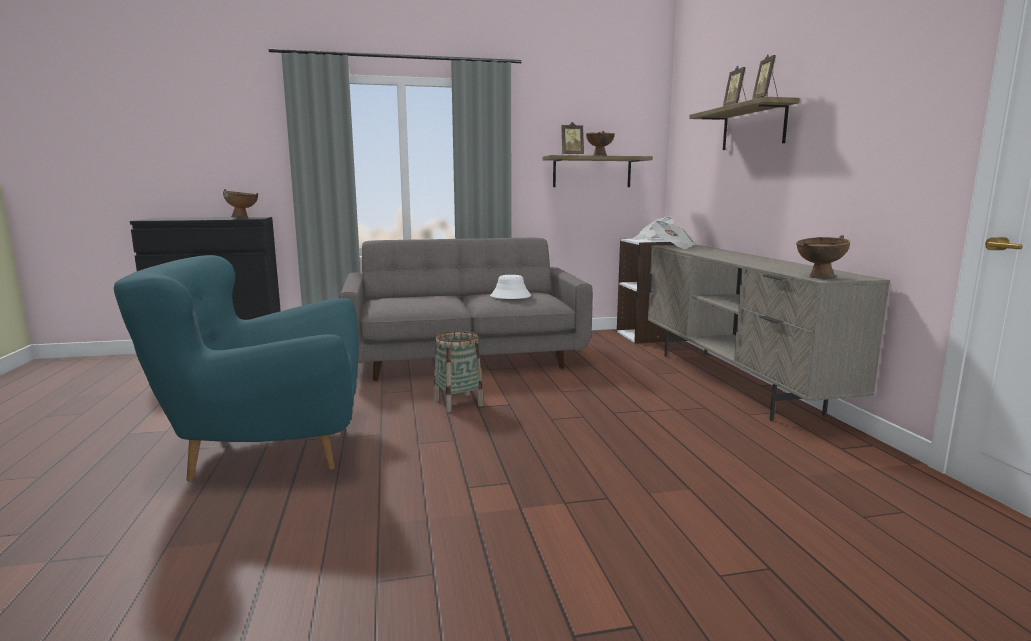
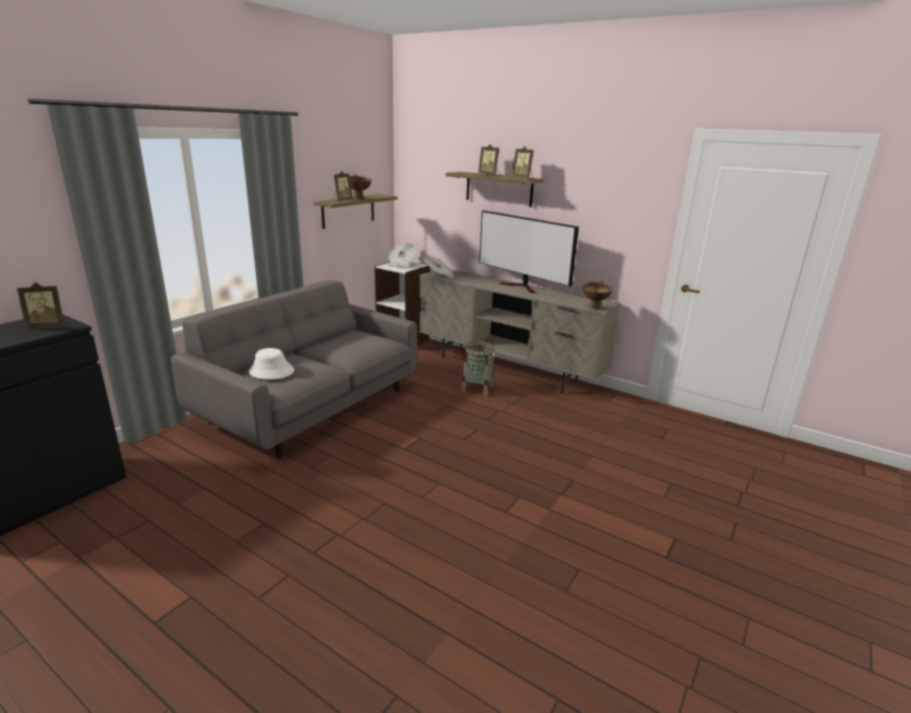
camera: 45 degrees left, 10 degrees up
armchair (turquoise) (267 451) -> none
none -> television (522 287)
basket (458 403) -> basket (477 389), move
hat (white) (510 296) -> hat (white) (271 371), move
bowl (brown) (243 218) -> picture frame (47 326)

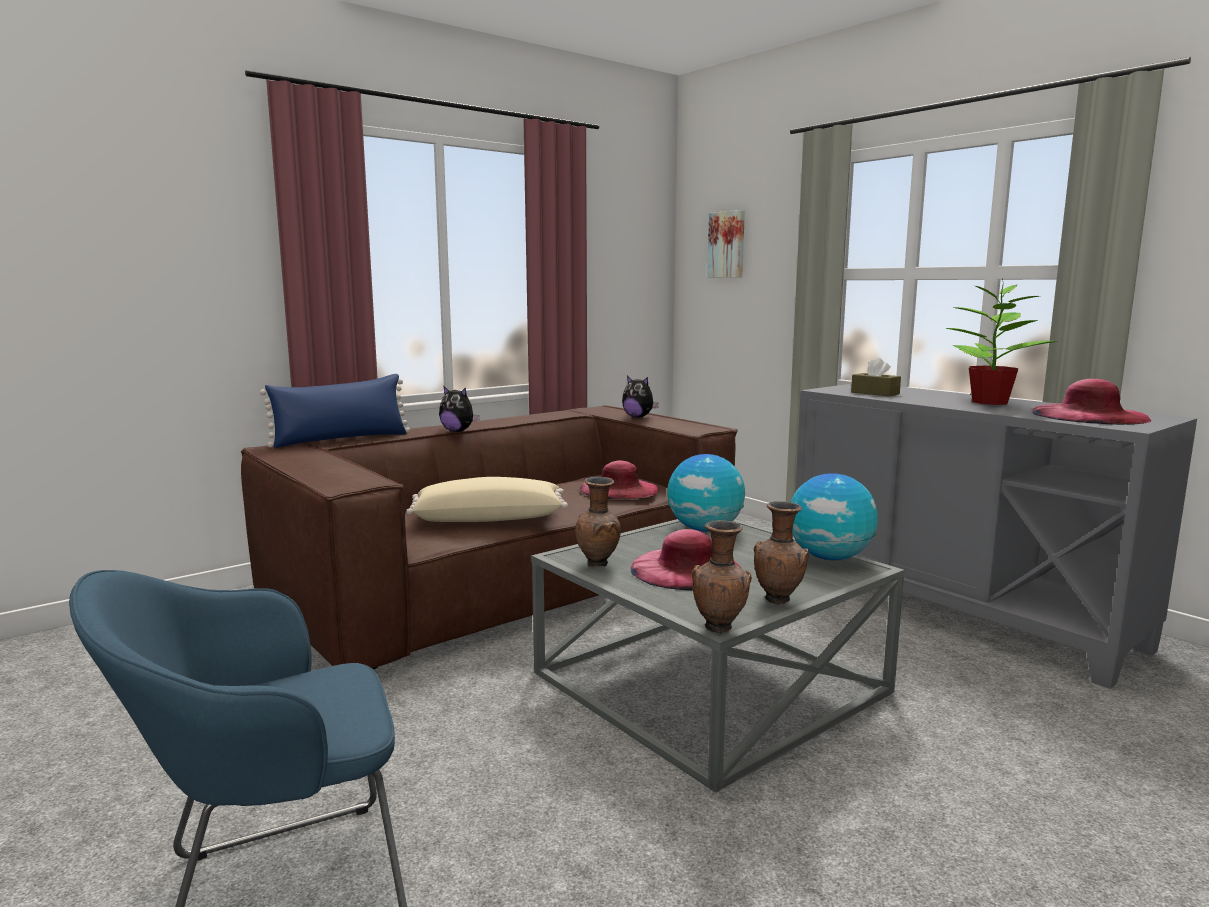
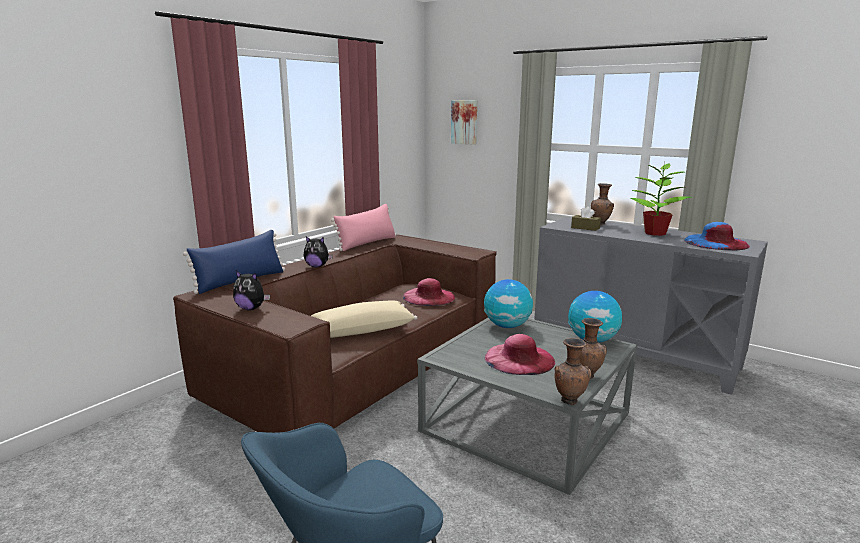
camera: 15 degrees left, 5 degrees up
none -> pillow (pink) (367 243)
vase (brown) (599 564) -> vase (brown) (600 224), move
plush toy (638 417) -> plush toy (251 308), move
hat (pink) (1089 415) -> hat (blue) (716 243)

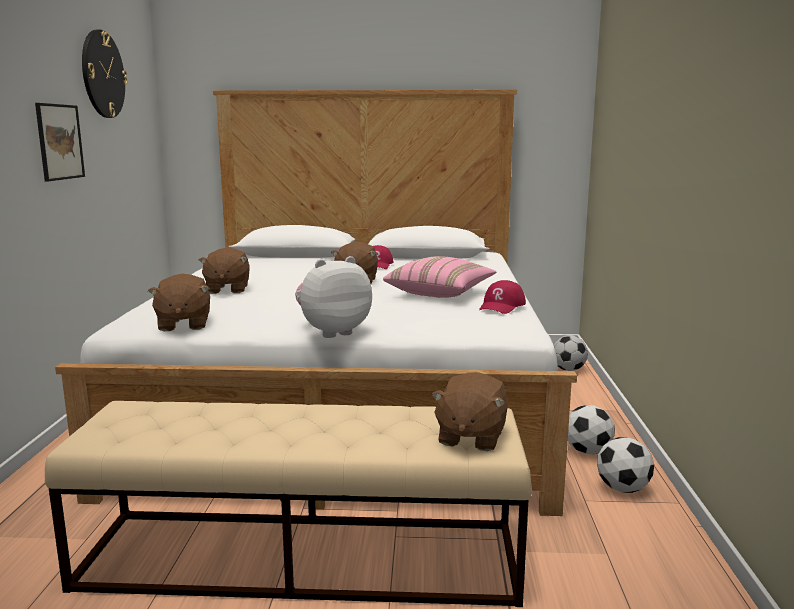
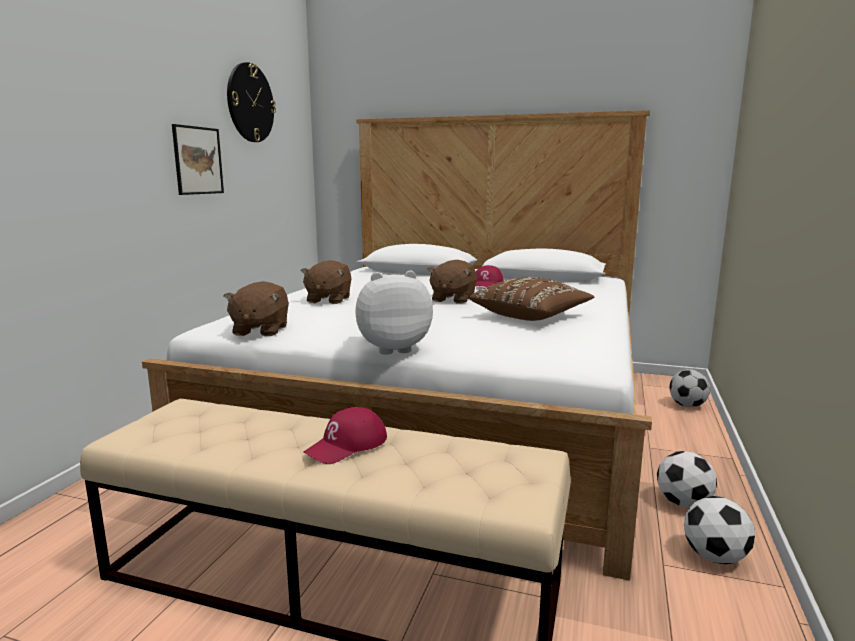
camera: 15 degrees right, 0 degrees up
plush toy (brown) (470 437) -> none
cap (red) (502 306) -> cap (red) (347 445), move
pillow (pink) (440 293) -> pillow (brown) (531 315)

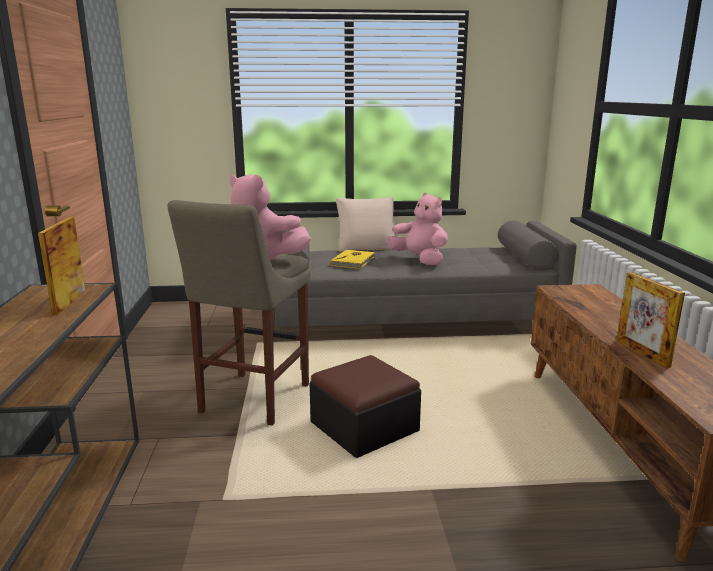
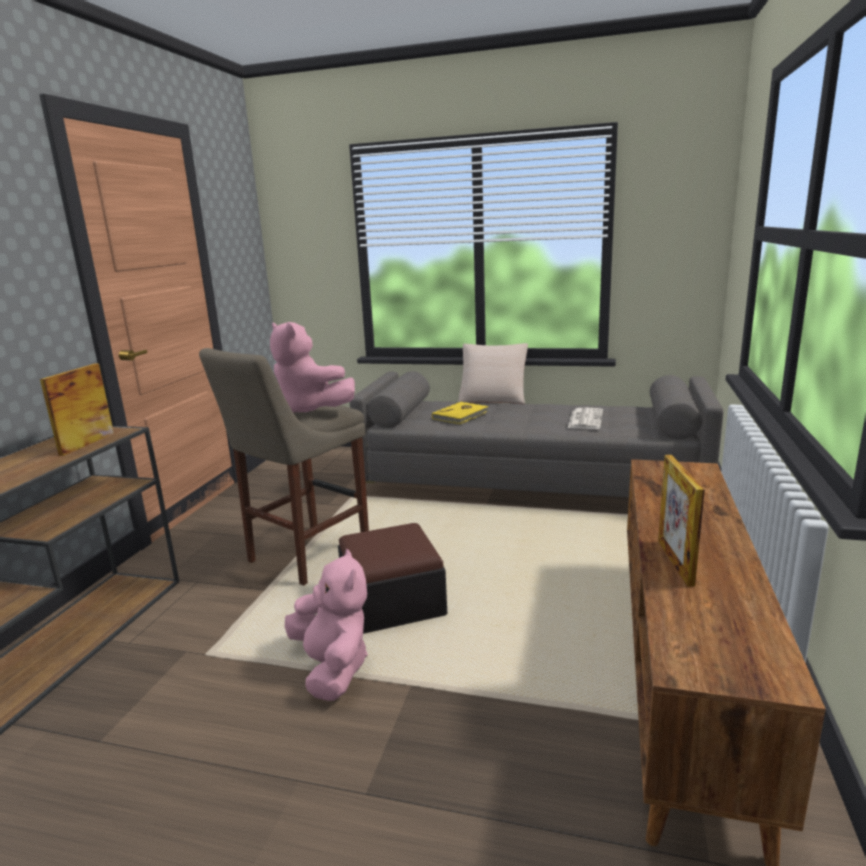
camera: 20 degrees right, 0 degrees up
none -> newspaper (585 419)
plush toy (pink) (419 260) -> plush toy (pink) (332 668), move

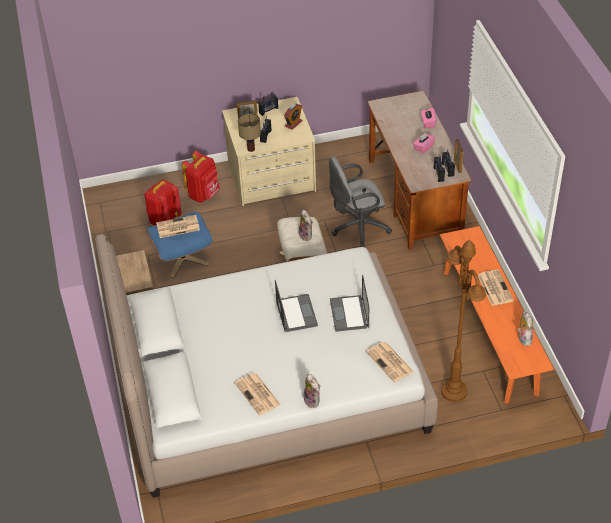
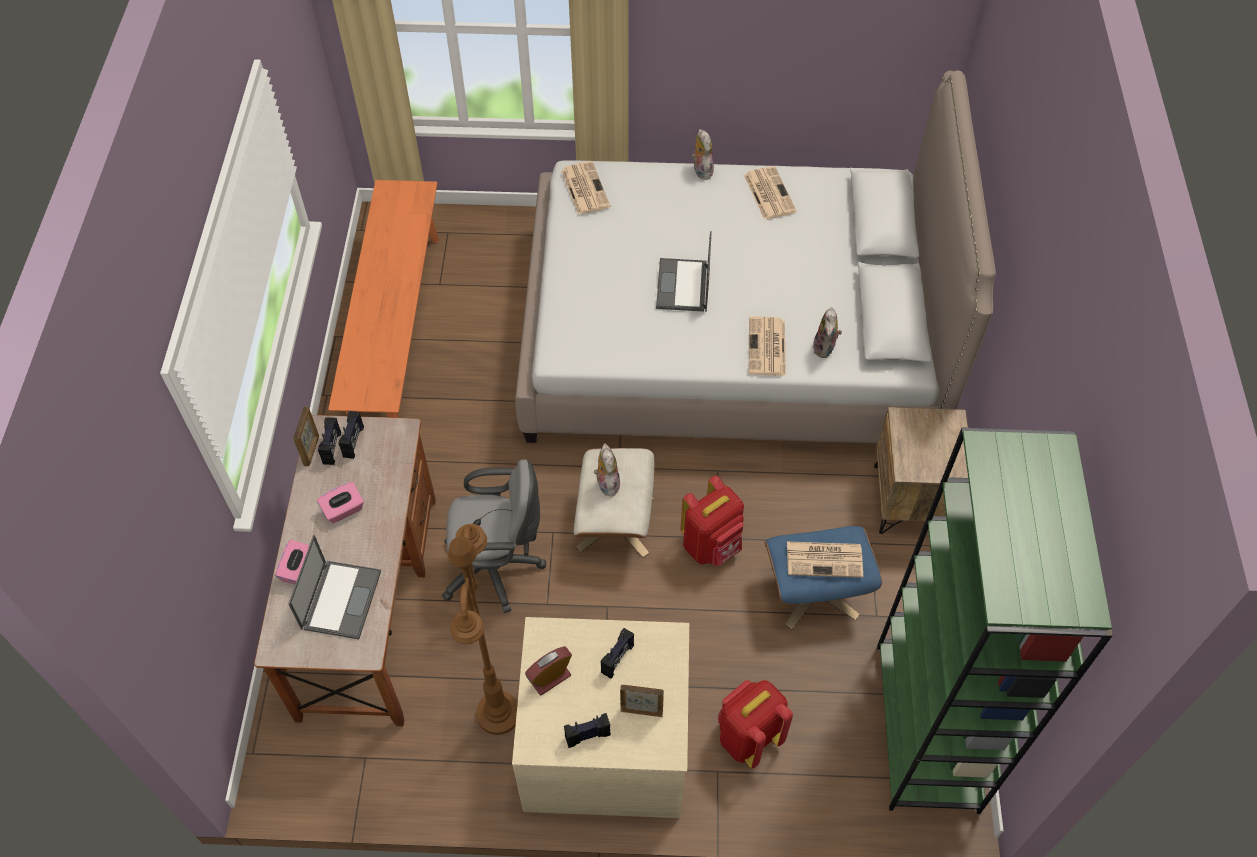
camera: 165 degrees left, 10 degrees up
table lamp (251 149) -> none
none -> bookcase (green) (927 727)
backpack (red) (164 219) -> backpack (red) (712 545), move
laptop (349 314) -> laptop (341 598), move
floor lamp (brown) (454 391) -> floor lamp (brown) (498 713), move
newspaper (494 287) -> newspaper (767 348), move
plush toy (523 338) -> plush toy (825 348), move

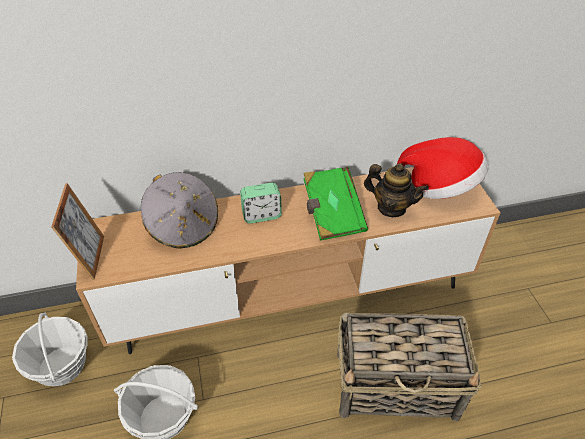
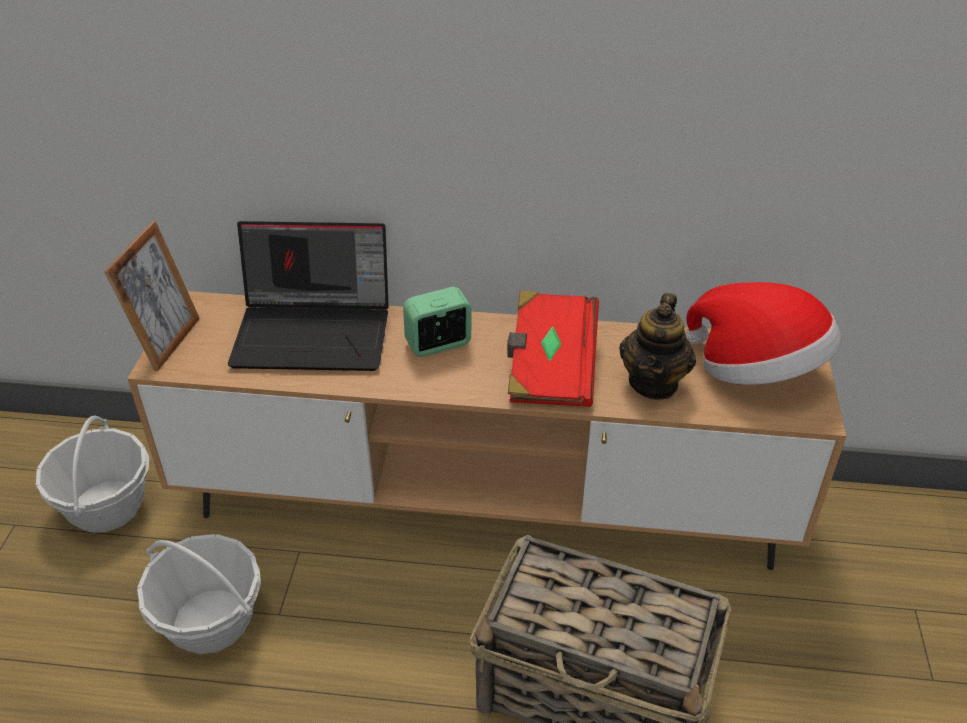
camera: 20 degrees right, 5 degrees down
hat (grey) (183 226) -> laptop (315 332)
book (green) (332 214) -> book (red) (550 368)
alarm clock (261 215) -> alarm clock (438 344), 150 degrees clockwise
teapot (391 208) -> teapot (654 382), 60 degrees clockwise

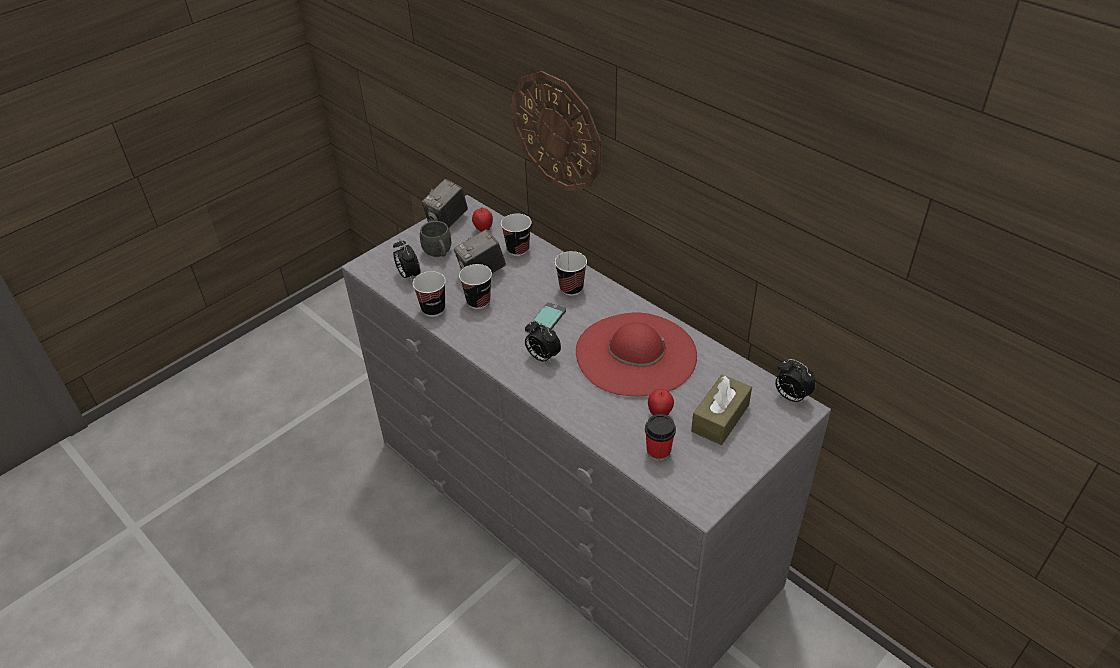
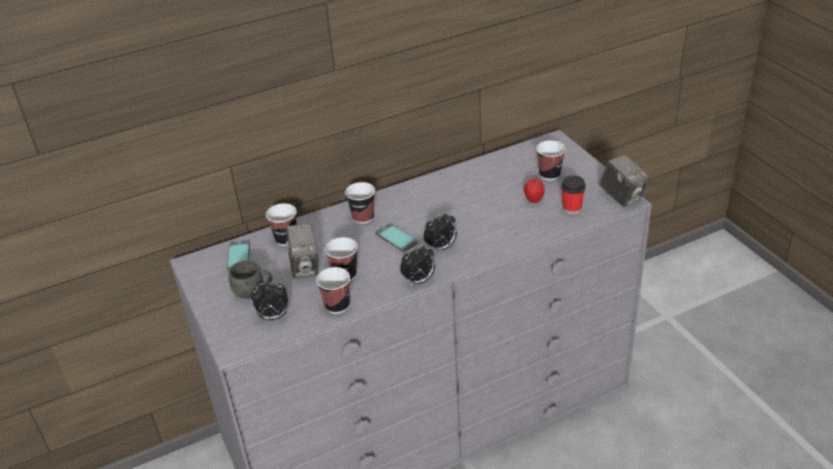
camera: 70 degrees left, 5 degrees down
wall clock (557 132) -> none
hat (red) (636 354) -> none
photo camera (447 221) -> photo camera (622 197), move
alarm clock (791 397) -> alarm clock (419 281), move
apple (483 229) -> phone (238 256)
tissue box (brown) (720 418) -> cup (549 174)

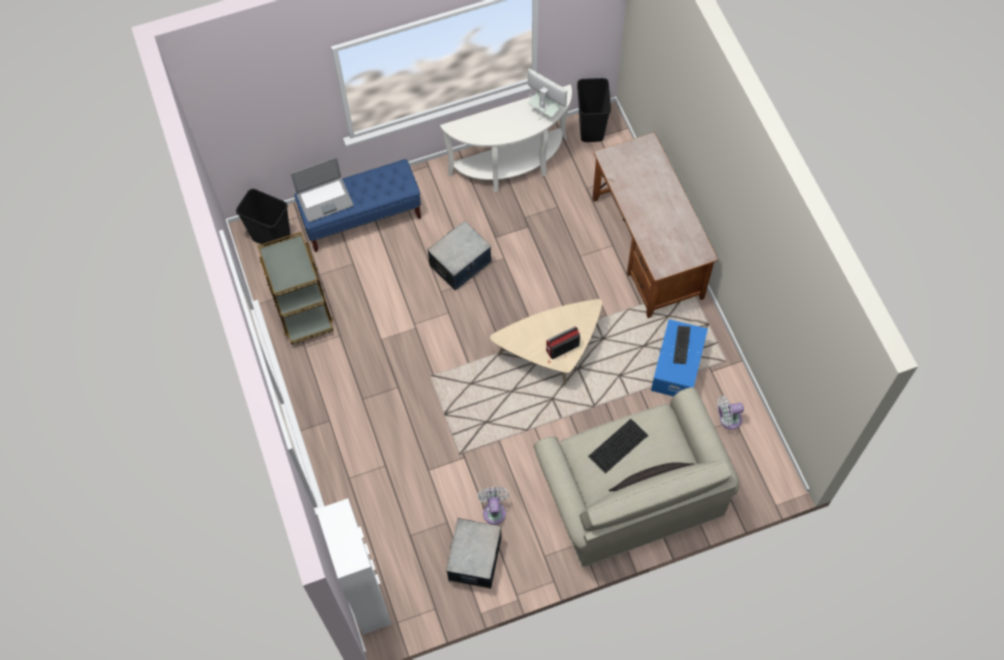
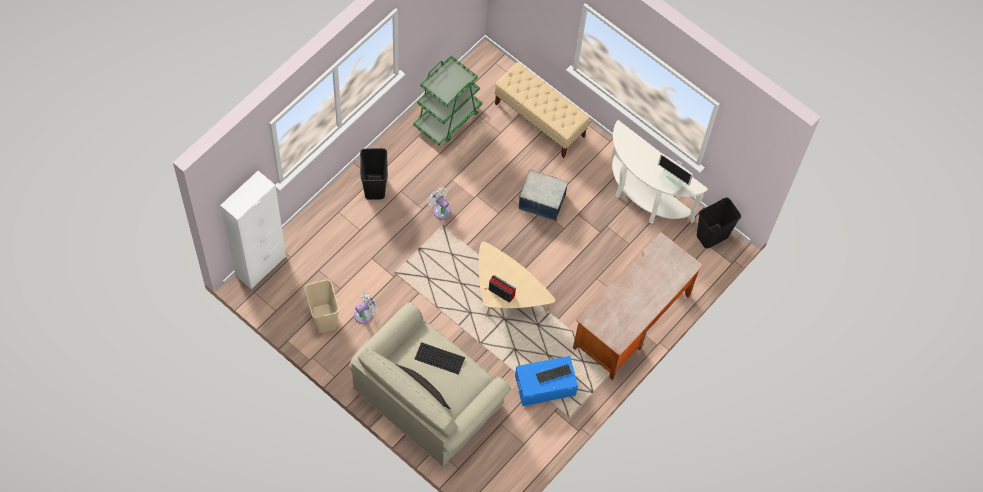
camera: 55 degrees right, 0 degrees up
laptop (324 199) -> none
trash can (black) (271 238) -> trash can (black) (374 187), move
fan (white) (728 419) -> fan (white) (440 210), move
storage box (474 559) -> trash can (beige) (323 318)
cart (brown) (302 307) -> cart (green) (447 118)
bench (blue) (362 218) -> bench (beige) (540 120)
monitor (544 112) -> monitor (672 182), 120 degrees clockwise

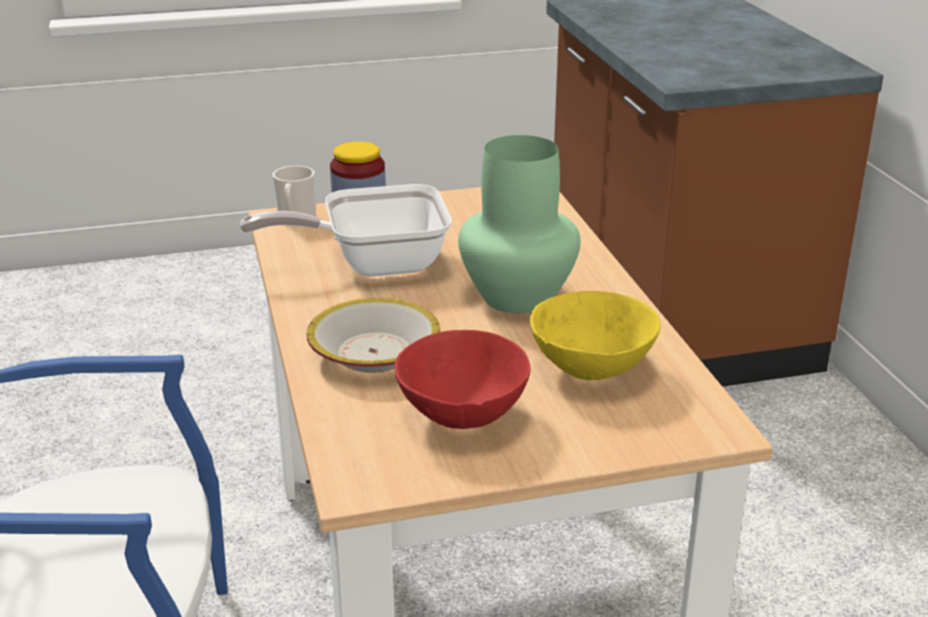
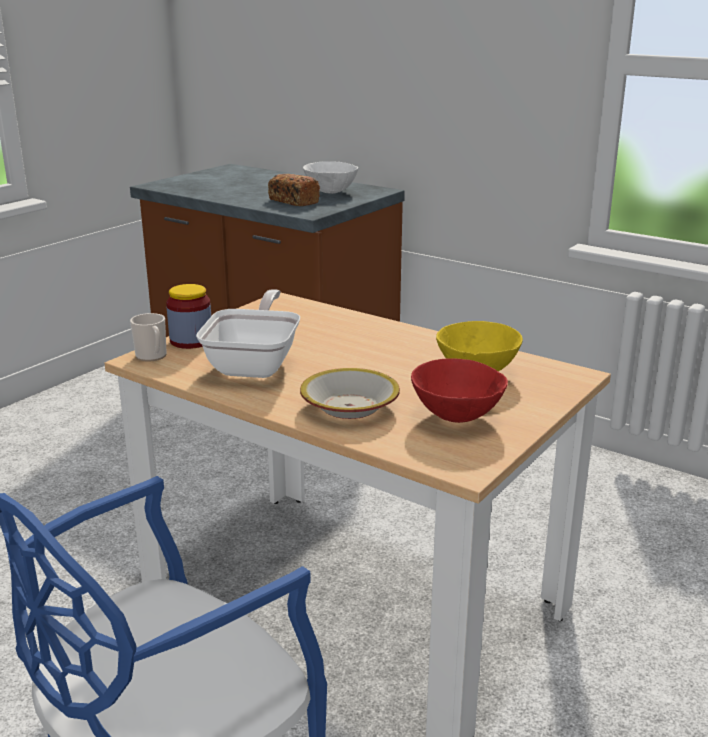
camera: 40 degrees left, 5 degrees down
vase (green) (516 297) -> none
none -> bread (293 201)
none -> bowl (white) (330 192)
frying pan (373 264) -> frying pan (256 364), 150 degrees clockwise

